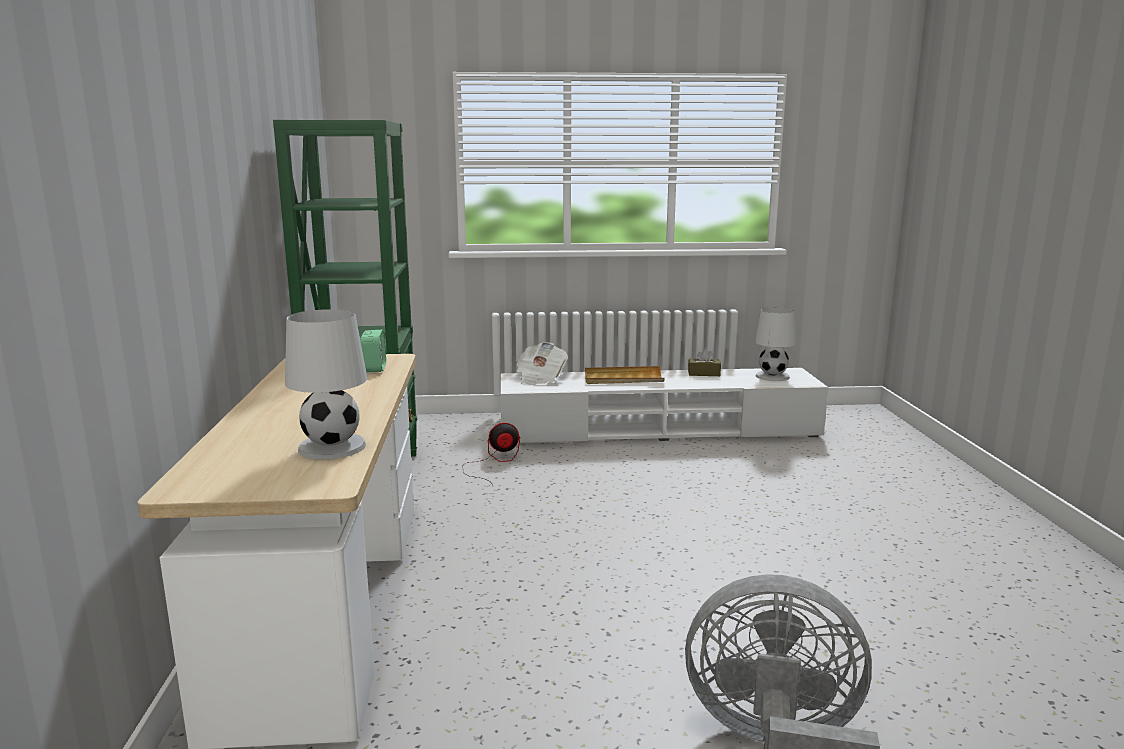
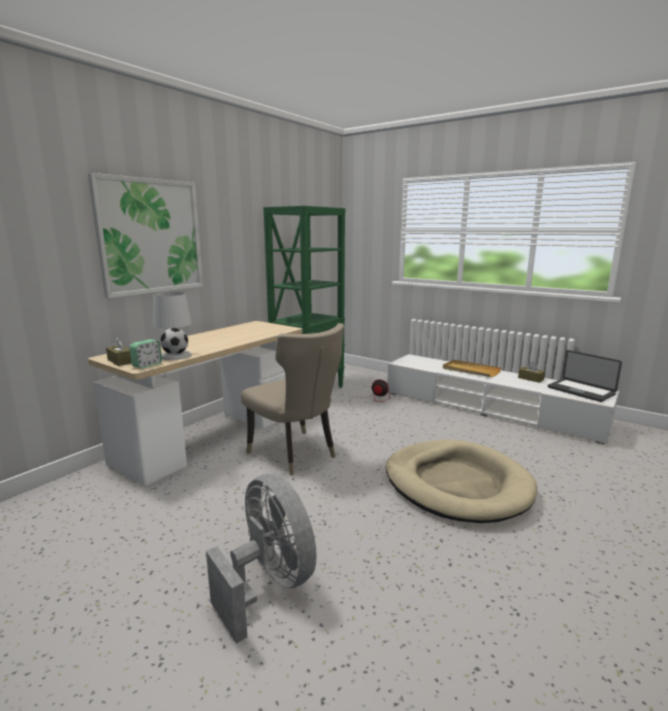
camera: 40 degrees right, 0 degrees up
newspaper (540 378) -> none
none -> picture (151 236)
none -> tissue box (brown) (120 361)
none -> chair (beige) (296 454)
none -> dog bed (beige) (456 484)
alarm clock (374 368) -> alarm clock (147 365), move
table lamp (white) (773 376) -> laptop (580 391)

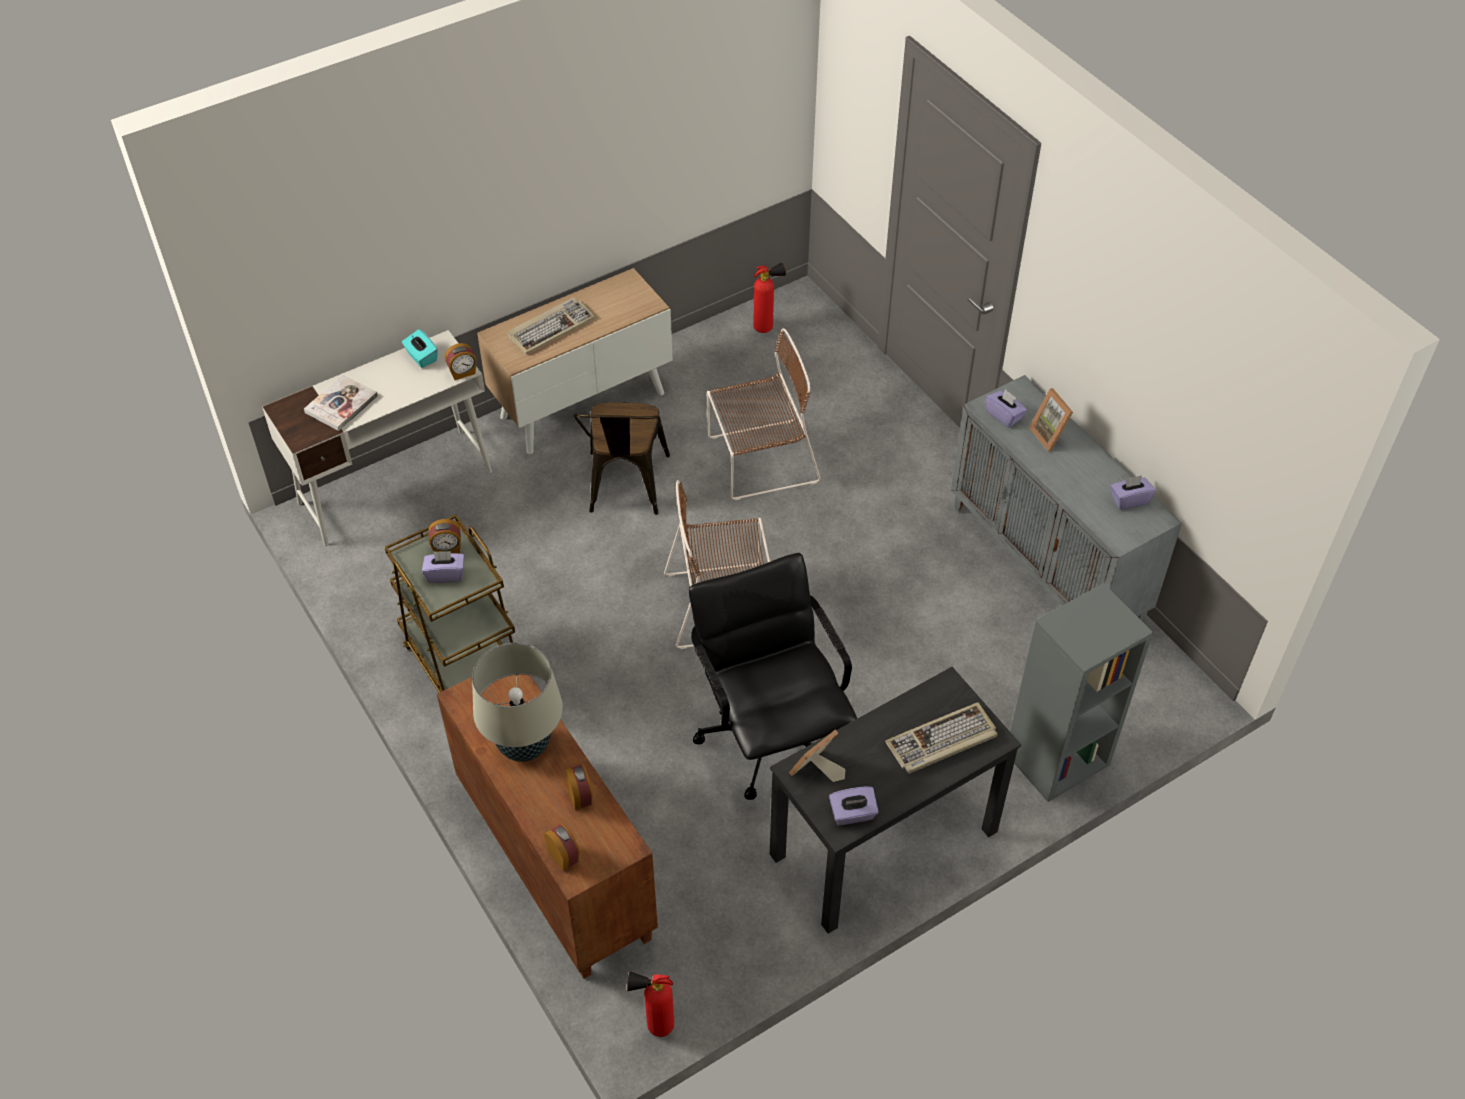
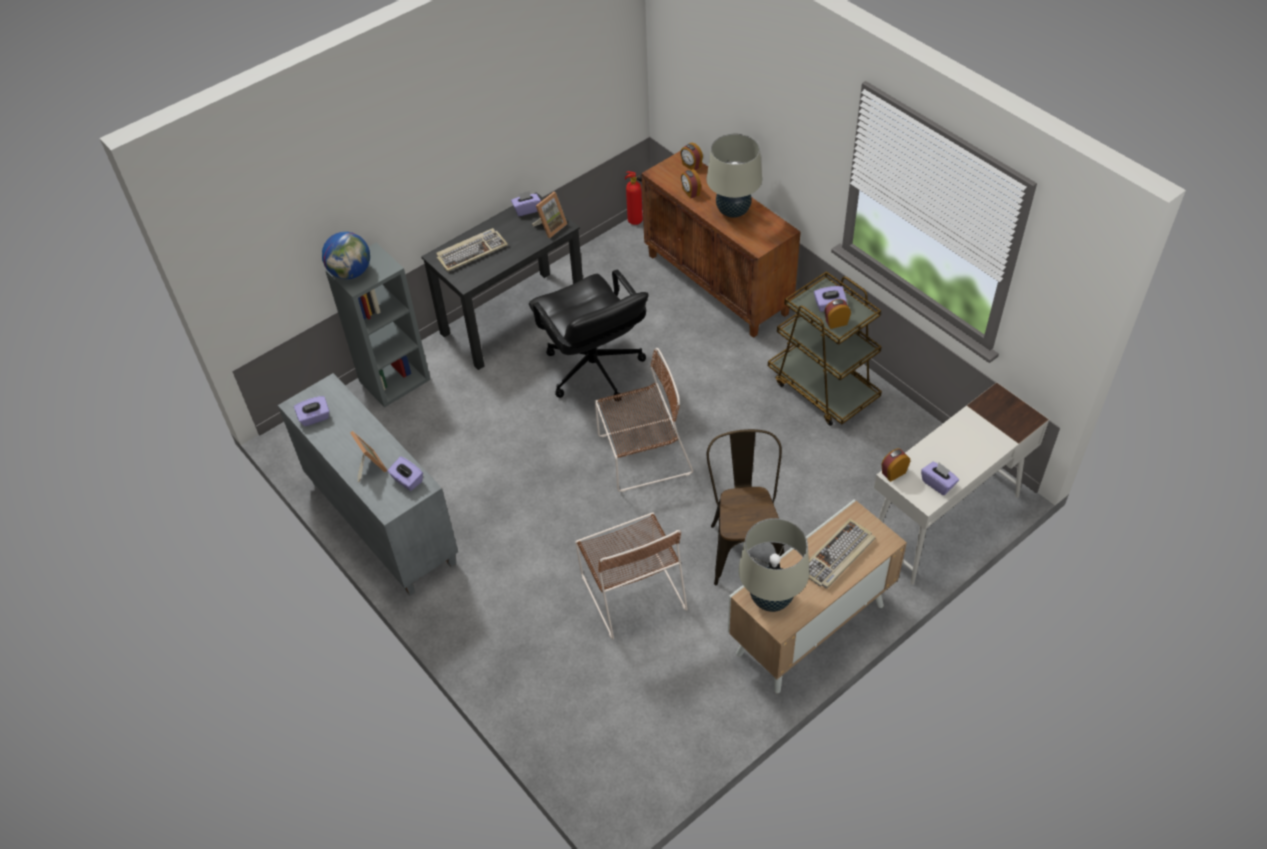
camera: 175 degrees right, 0 degrees up
book (341 404) -> none
fire extinguisher (767 327) -> none
none -> globe (351 272)
none -> table lamp (beige) (771 599)
tissue box (turquoise) (421 357) -> tissue box (purple) (938 483)
chair (brown) (759 460) -> chair (brown) (632 589), 90 degrees counterclockwise

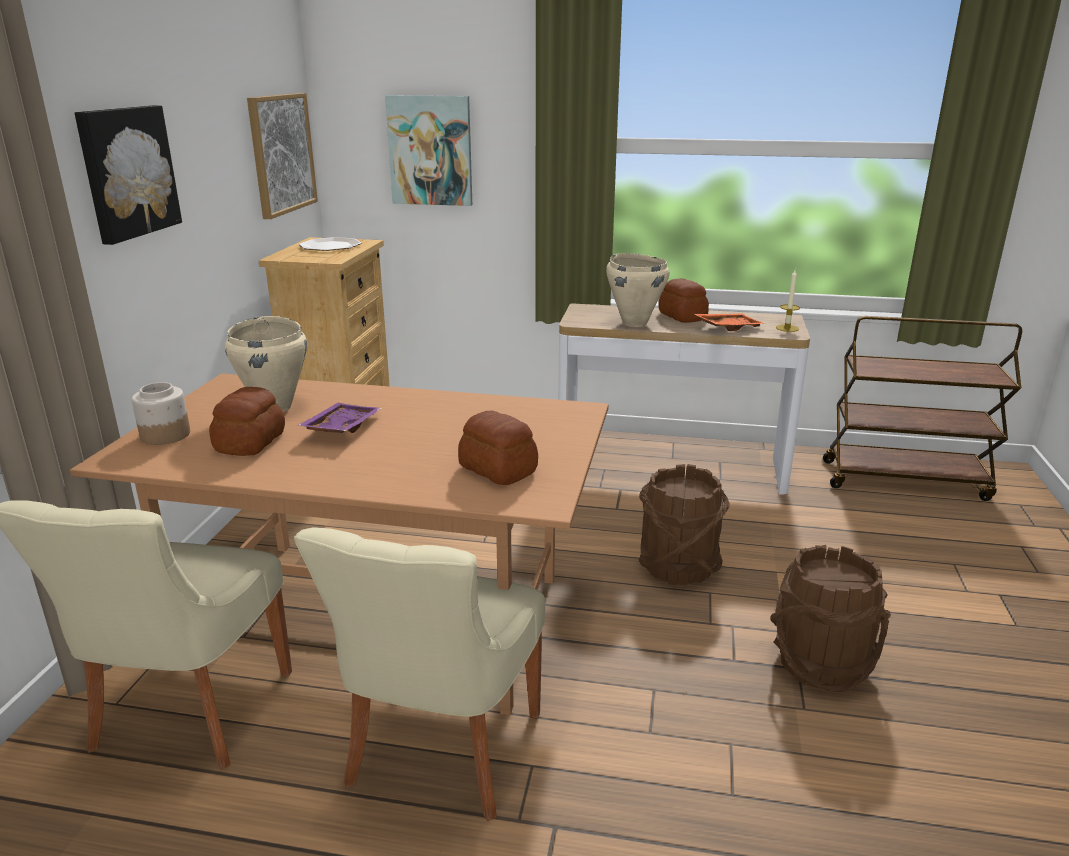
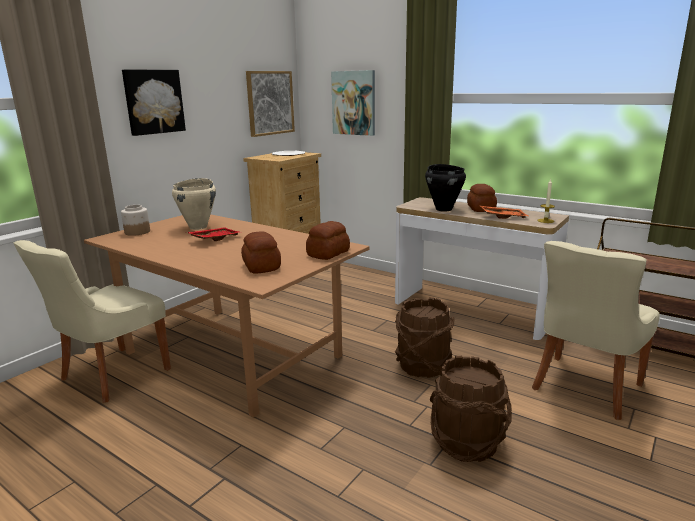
camera: 25 degrees right, 5 degrees down
bread (251 442) -> bread (329 253), move
chair (beige) (440 753) -> chair (beige) (584 388), move
tray (purple) (341 428) -> tray (red) (214 239)
cooking pot (beige) (634 323) -> cooking pot (black) (444 209)

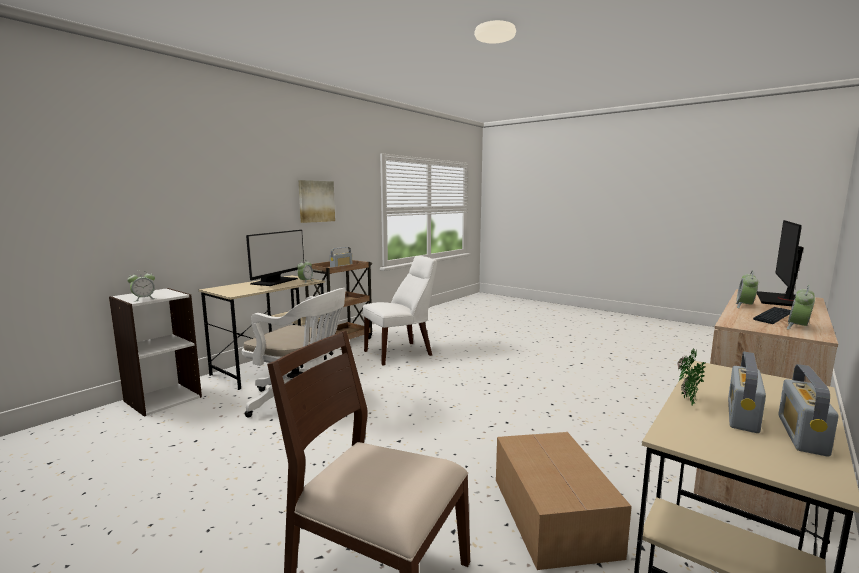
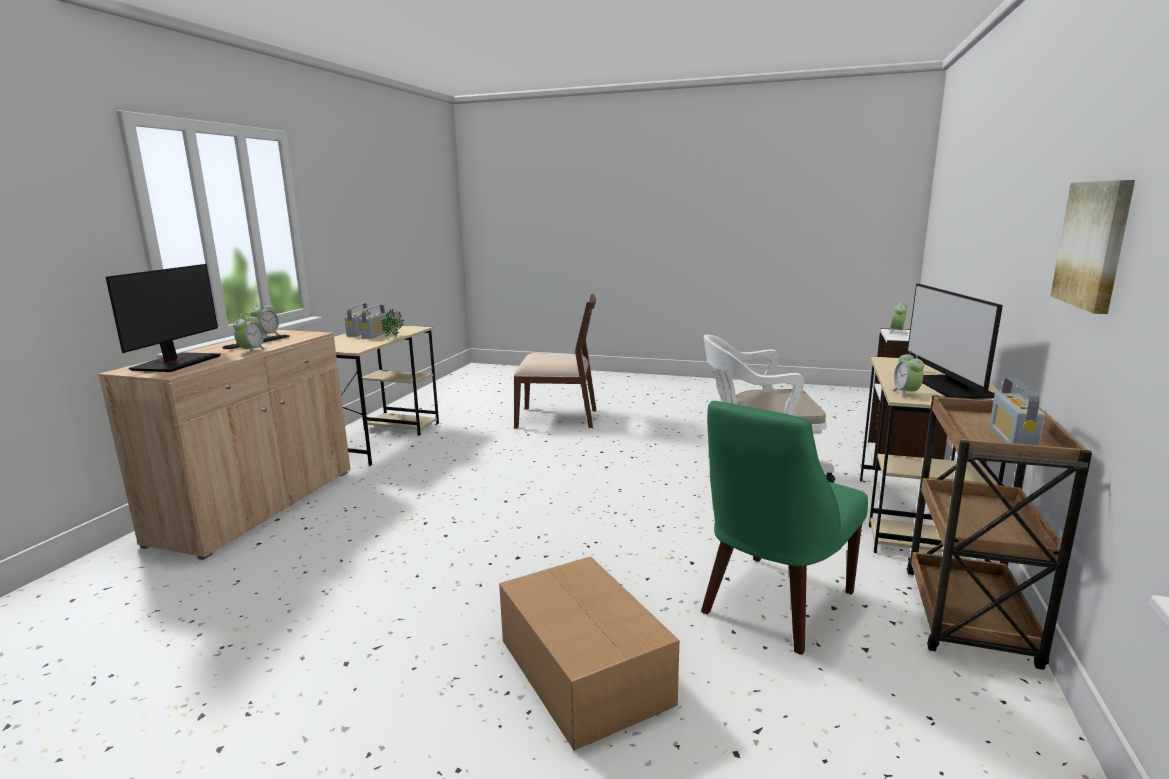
camera: 160 degrees right, 5 degrees up
cardboard box (552 516) -> cardboard box (583 668), move
chair (white) (401 353) -> chair (green) (773 605)

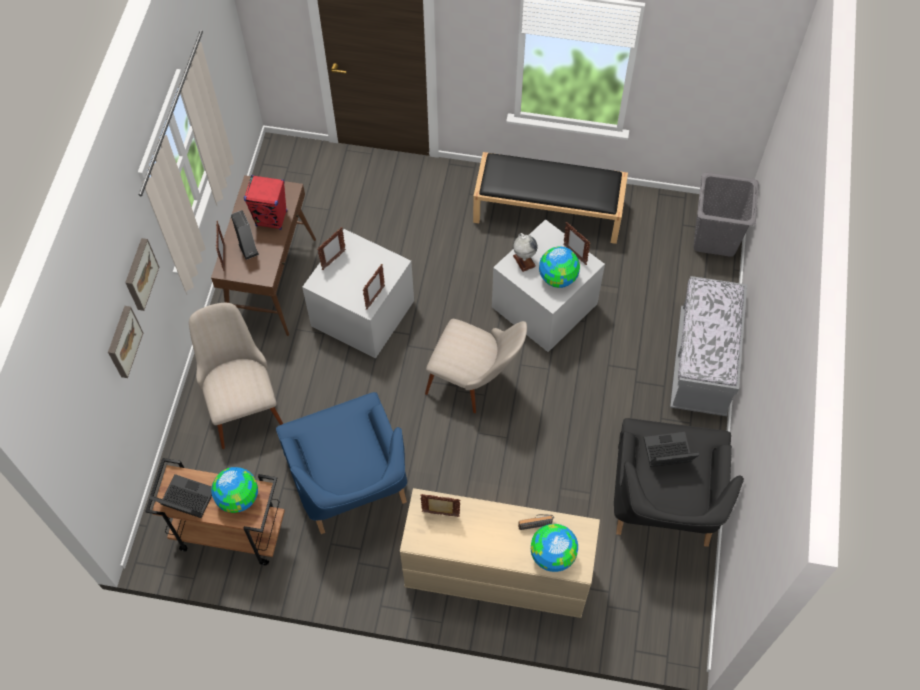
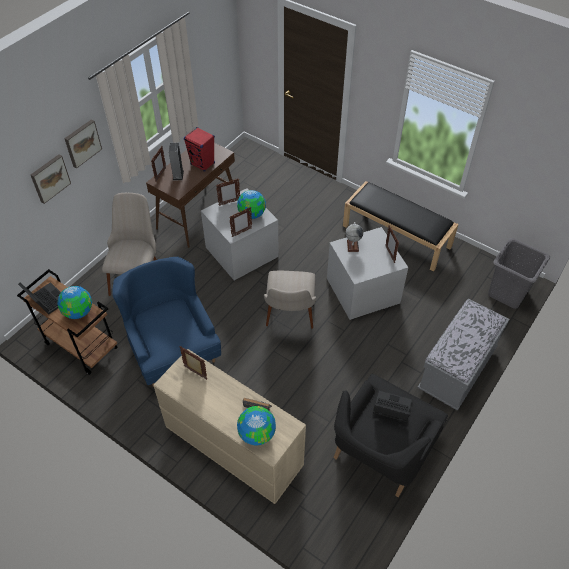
camera: 25 degrees right, 10 degrees down
globe (558 277) -> globe (252 214), move
armchair (blue) (350 483) -> armchair (blue) (172 347), 150 degrees clockwise
chair (beige) (475 382) -> chair (beige) (290 319), 45 degrees clockwise

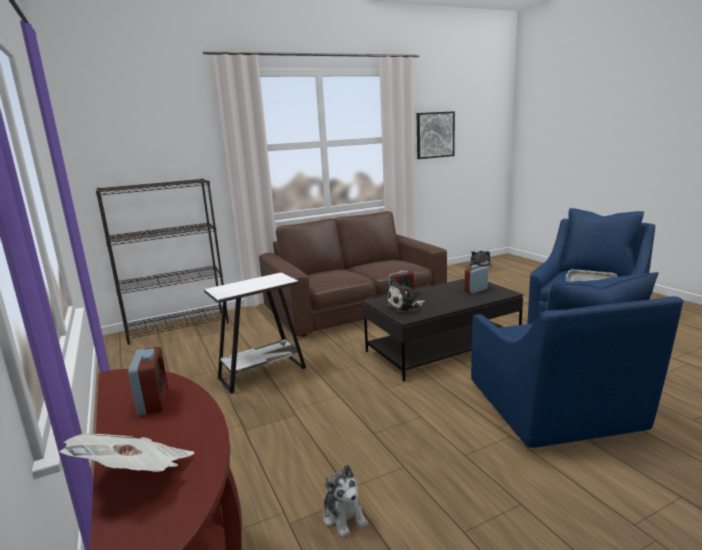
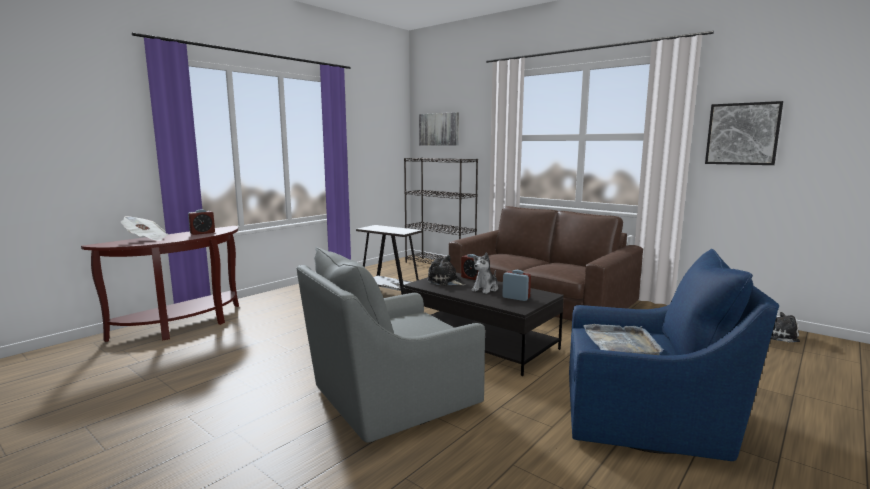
camera: 65 degrees right, 5 degrees down
none -> picture (439 129)
plush toy (344 516) -> plush toy (485 289), move
armchair (blue) (556 409) -> armchair (grey) (389 398)

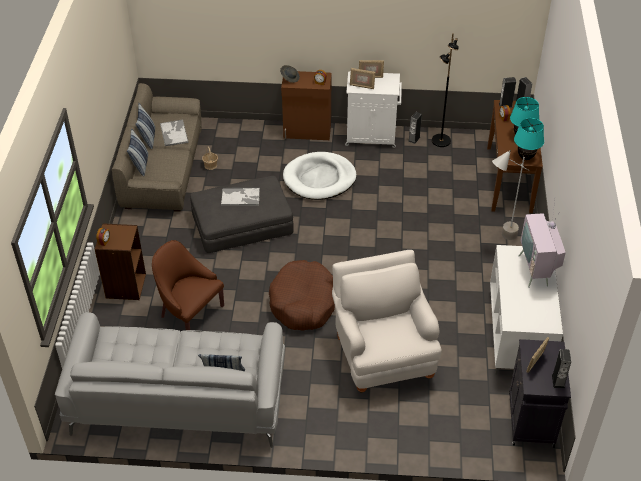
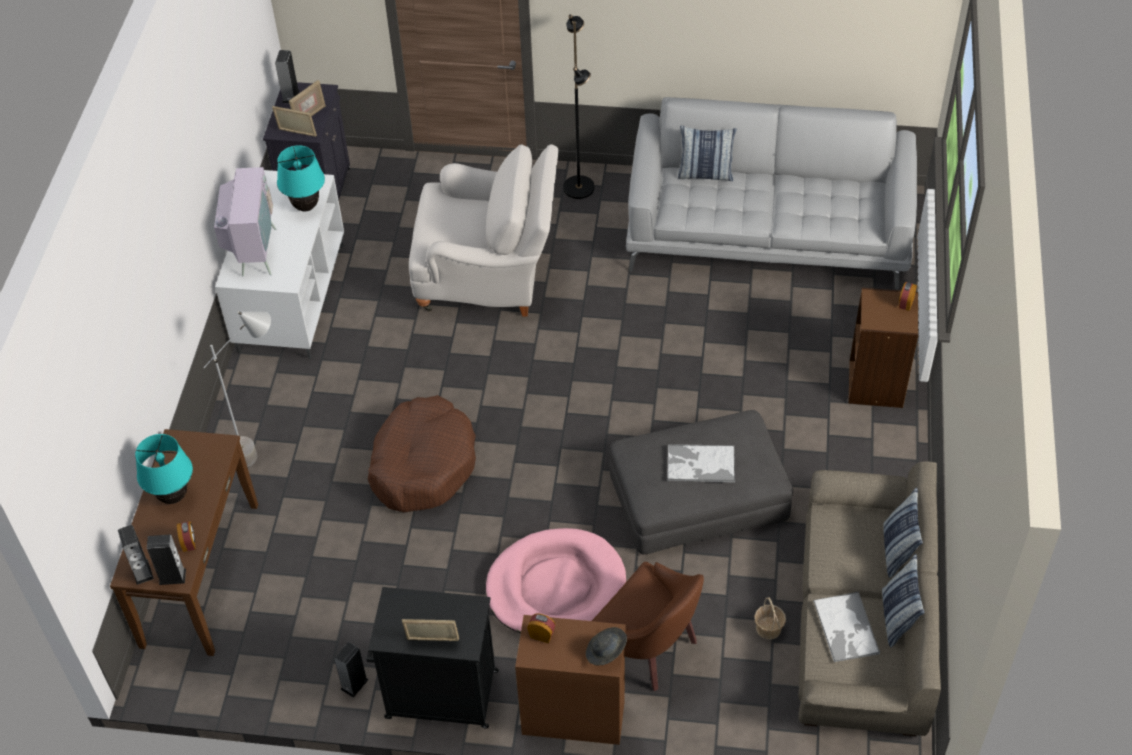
camera: 175 degrees left, 5 degrees up
armchair (brown) (189 313) -> armchair (brown) (648 647), move
dog bed (brown) (303 303) -> dog bed (brown) (422 464), move
picture frame (362 86) -> picture frame (297 133), move
floor lamp (black) (440 141) -> floor lamp (black) (579 187), move
table lamp (turquoise) (525 157) -> table lamp (turquoise) (306 207), move
dog bed (white) (319 178) -> dog bed (pink) (556 587)
cabinet (white) (372 136) -> cabinet (black) (439 694)
armchair (white) (383 353) -> armchair (white) (489 276), 75 degrees counterclockwise

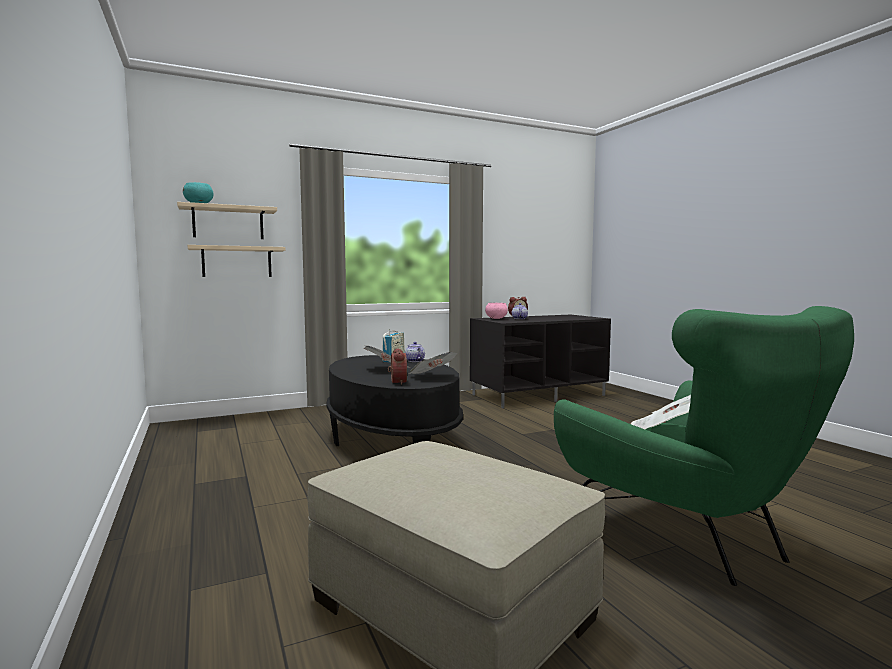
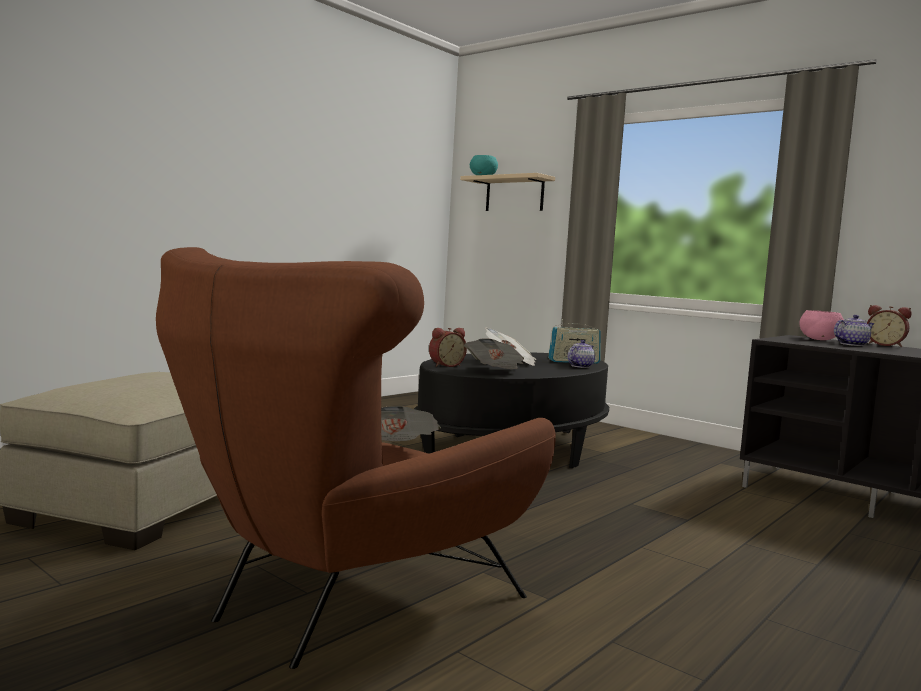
camera: 65 degrees right, 0 degrees up
shelf (beige) (237 262) -> none
armchair (green) (692 536) -> armchair (brown) (339 603)

